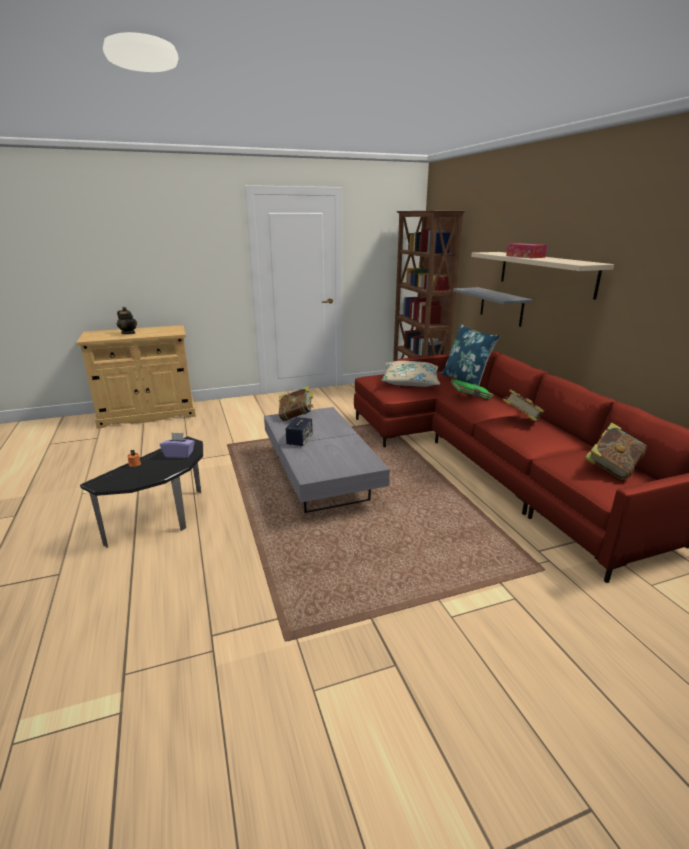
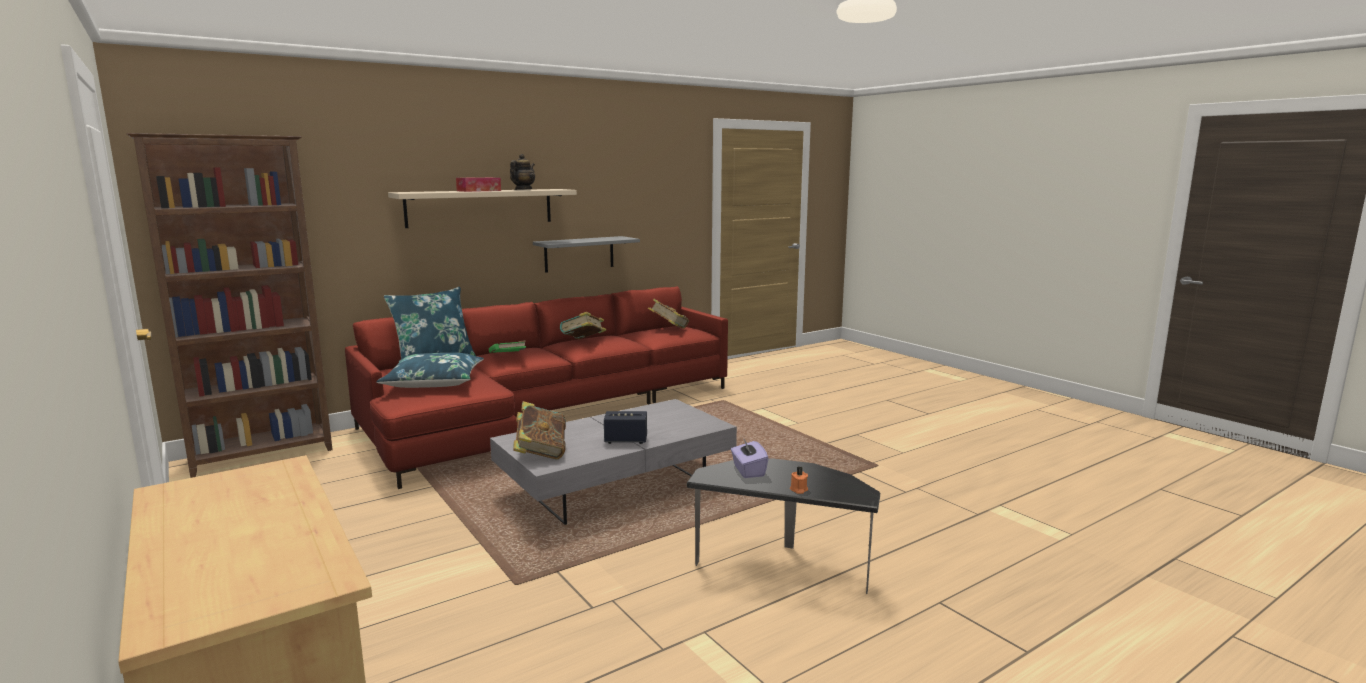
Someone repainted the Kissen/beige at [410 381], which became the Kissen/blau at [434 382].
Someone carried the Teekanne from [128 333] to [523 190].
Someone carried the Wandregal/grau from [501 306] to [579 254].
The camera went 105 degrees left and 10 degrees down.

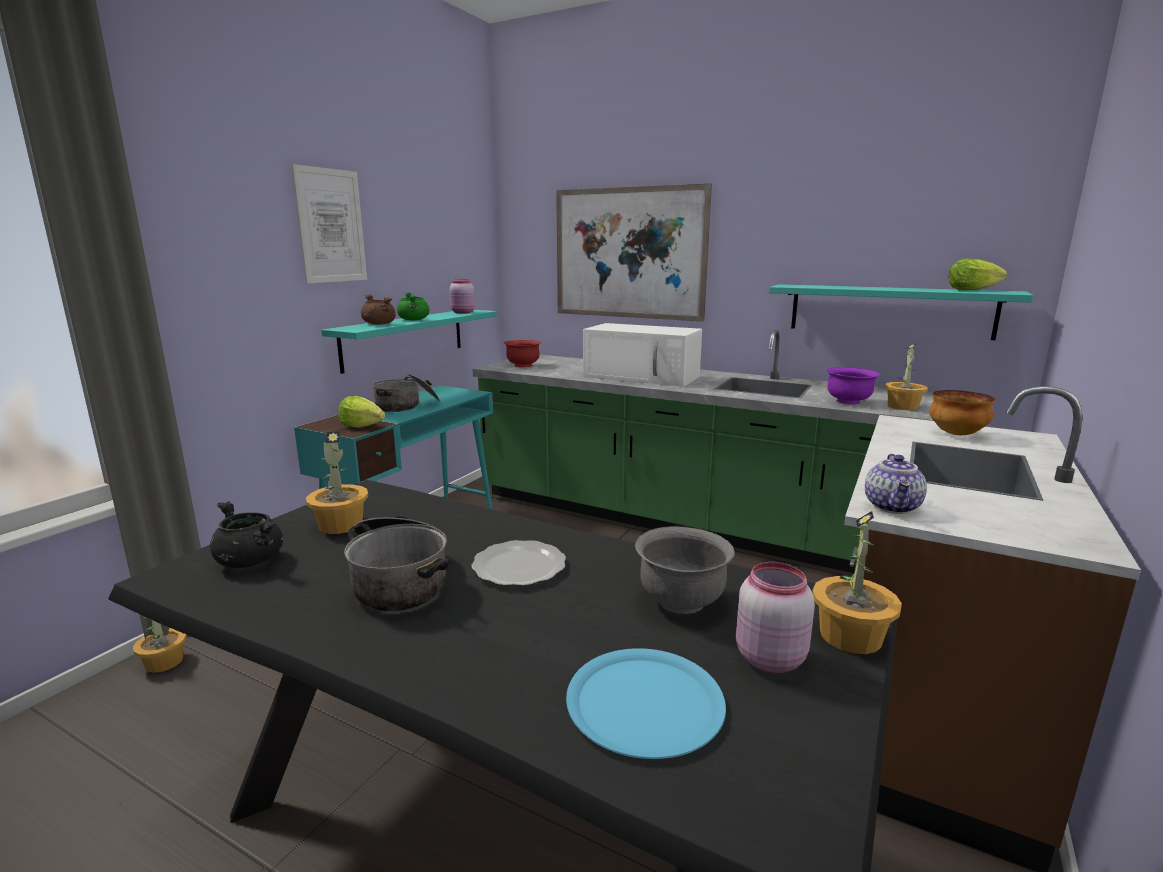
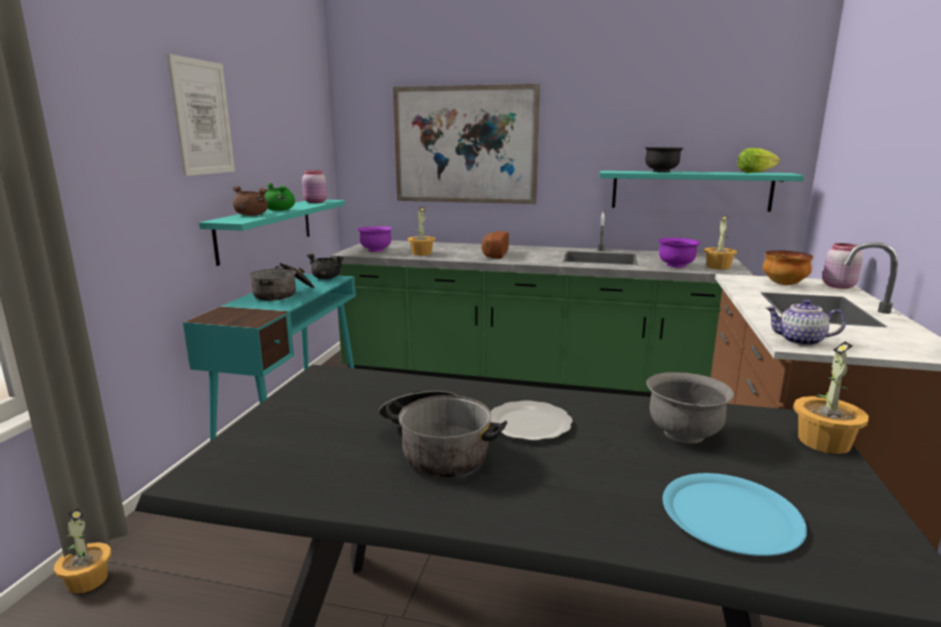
Someone carried the Kochtopf/schwarz from [249 561] to [326 278].
Someone repainted the Schüssel/rot at [523 365], which became the Schüssel/lila at [376 250].
Someone carried the Topfpflanze from [341 524] to [421 253].
Someone swapped the Mikrowelle/weiß at [643 376] for the Brot at [493 254].
Someone put down the Schüssel/schwarz at [661 172].
Someone rotated the Teekanne at [893 507] by 105 degrees clockwise.
Someone carried the Vorratsglas/rosa from [768 657] to [837 286].
Someone took away the Salatkopf at [362 426].
The camera went 15 degrees left and 0 degrees up.

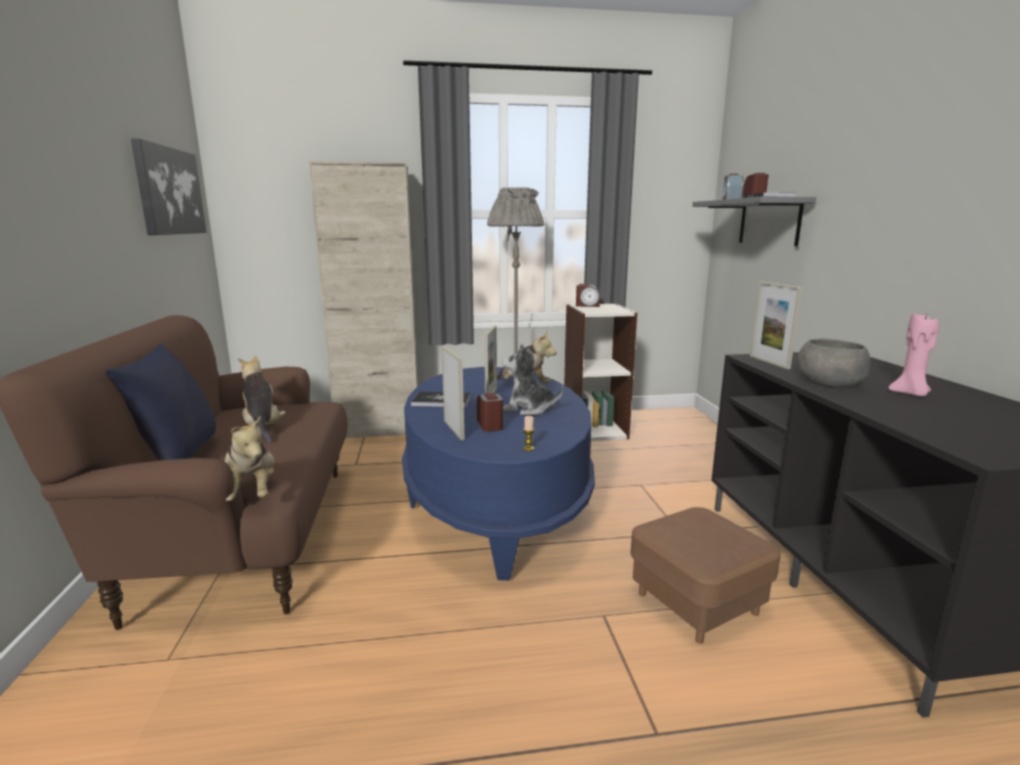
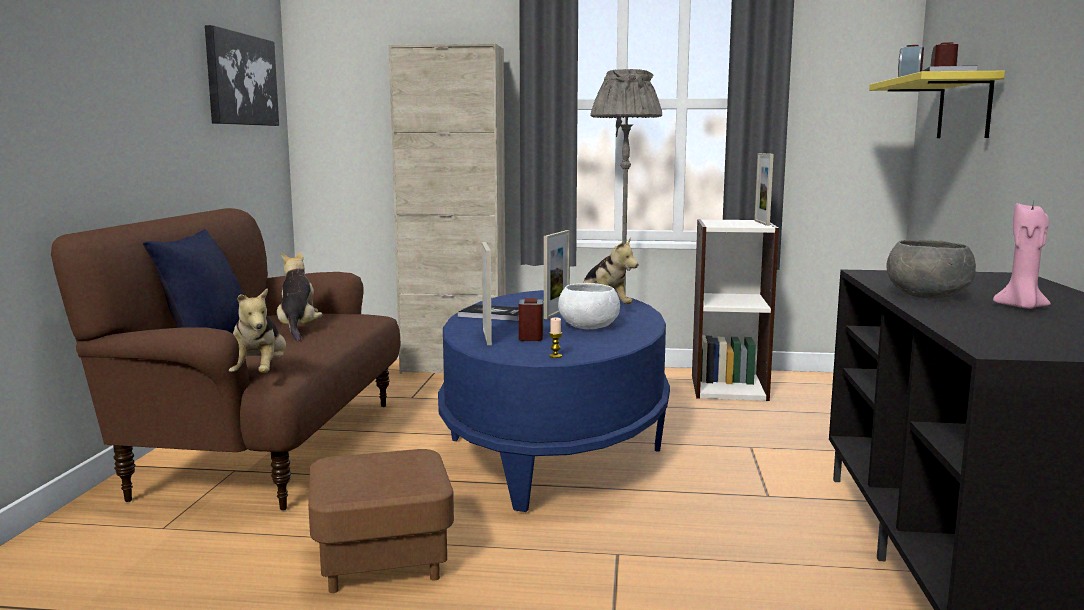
Someone carried the Polsterhocker/braun from [697 602] to [382 560].
Someone swapped the Plüschtier at [528 409] for the Schüssel/weiß at [589 326].
Someone carried the Bilderrahmen from [768 362] to [761 223].
Someone repainted the Wandregal/grau at [769 222], which became the Wandregal/gelb at [964 108].
Someone took away the Wecker at [587 305].
The camera went 15 degrees right and 5 degrees down.

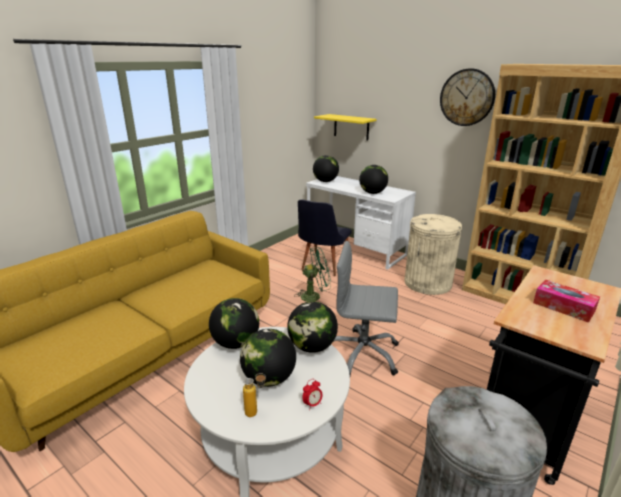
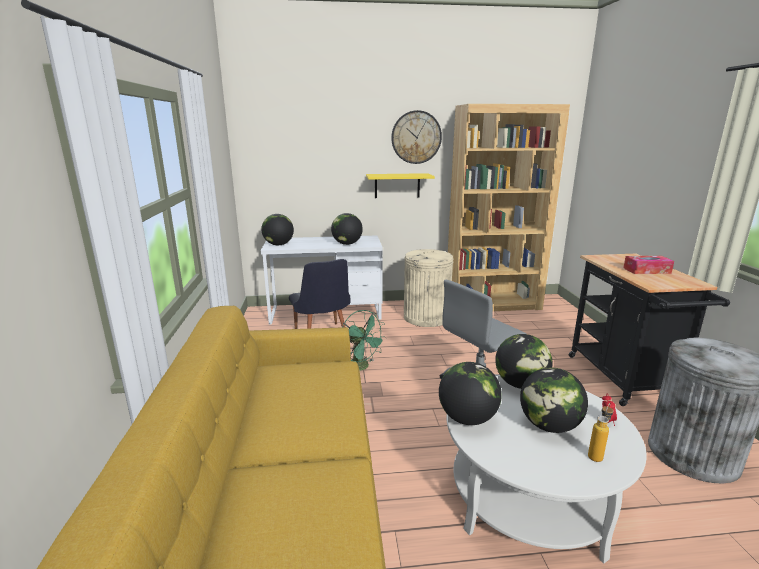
Someone rotated the Ventilator/grün at [314 296] by 105 degrees clockwise.
Someone carried the Wandregal/gelb from [351 127] to [397 185].
The camera went 45 degrees left and 5 degrees down.

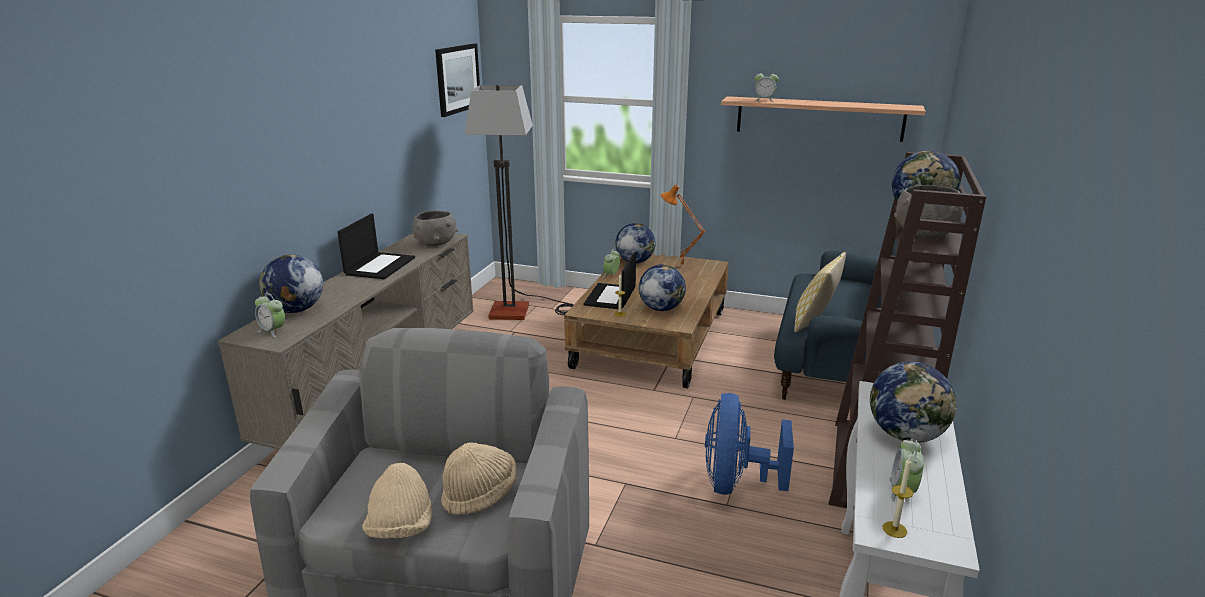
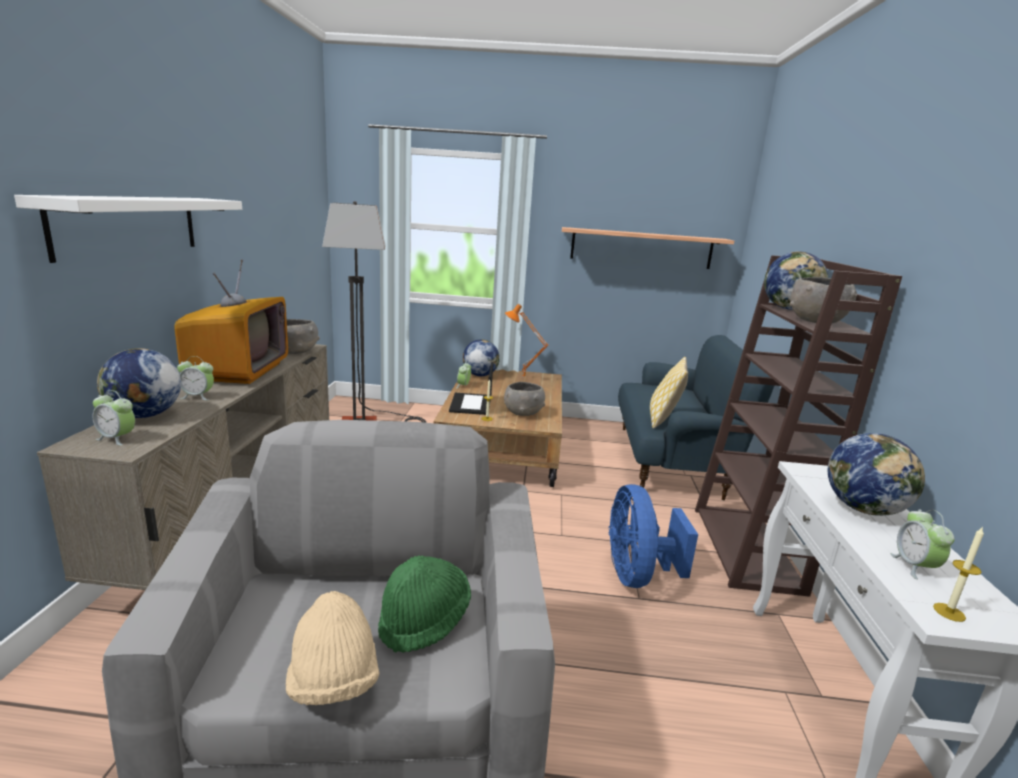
Someone put up the Wandregal/weiß at [129 225].
Someone swapped the Laptop at [380 266] for the Fernseher at [239 371].
Someone carried the Wecker from [764 100] to [198 396].
Someone repainted the Hut/beige at [480 494], which became the Hut/grün at [424 621].
Someone swapped the Globus at [661 308] for the Schüssel/grau at [523 413].
Someone took away the Bild at [457 79].
The camera went 15 degrees left and 5 degrees down.

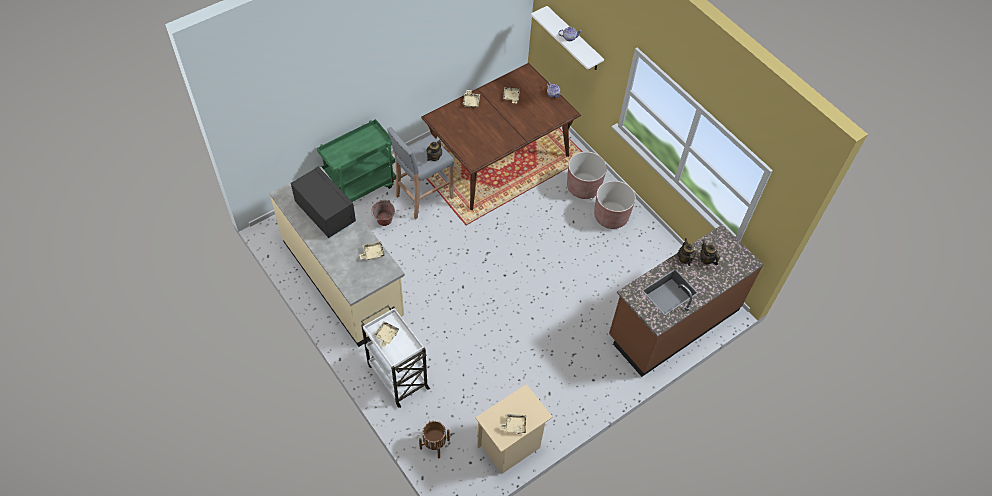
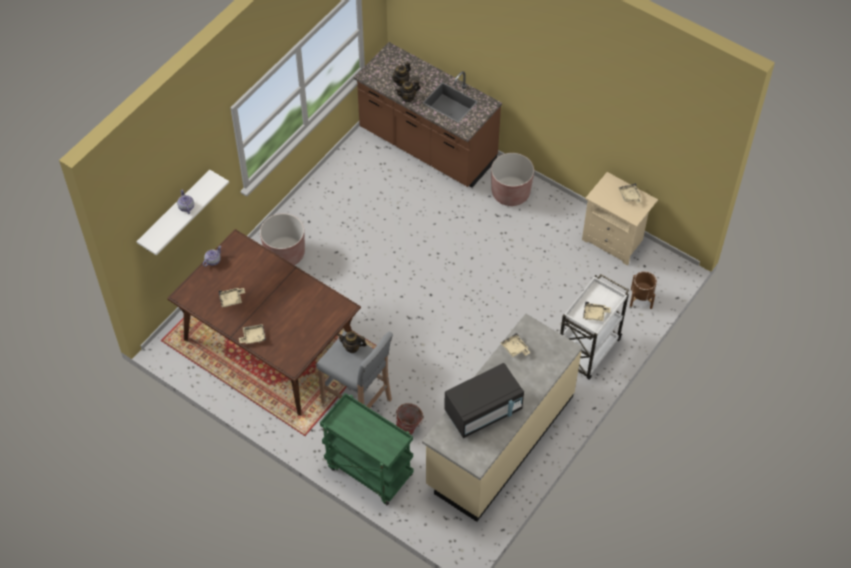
Someone rotated the Mikrowelle/schwarz at [325 212] by 150 degrees counterclockwise.
Someone carried the Pflanzkübel/braun from [611 216] to [510 193].
The camera went 105 degrees left and 0 degrees up.

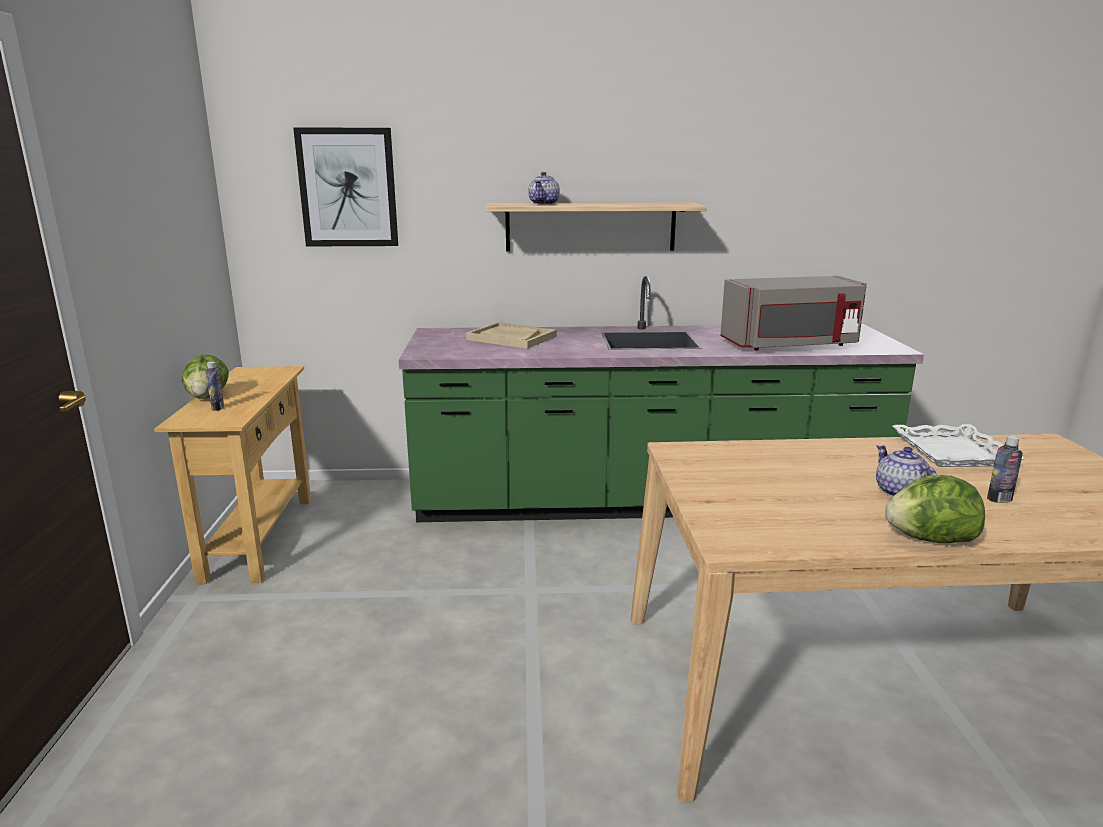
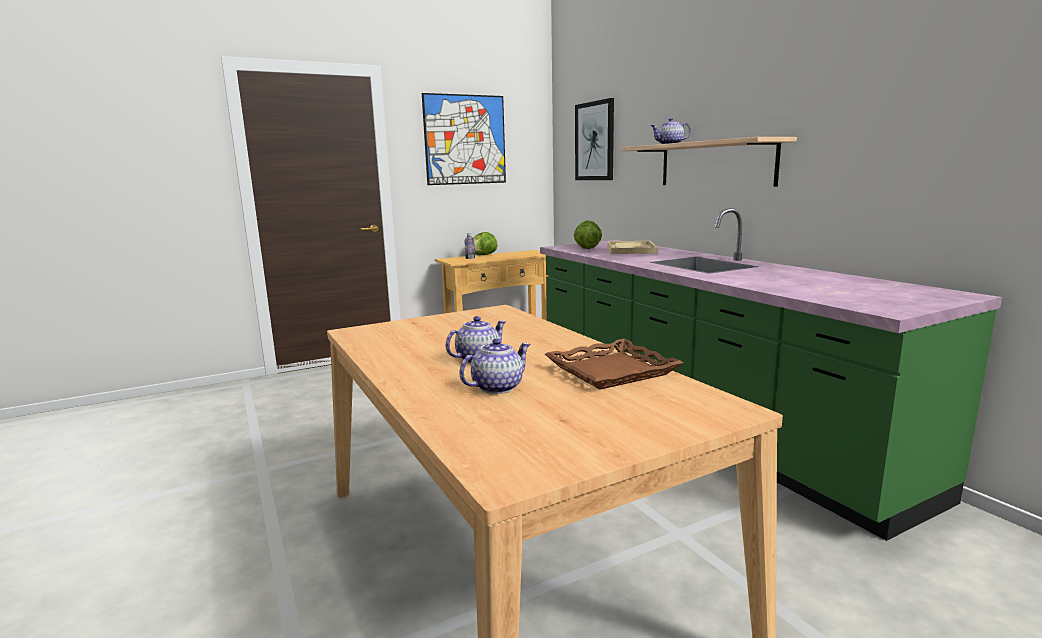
Someone put up the Bild at [465 140].
Someone swapped the Flasche at [999 499] for the Teekanne at [497 387].
Someone repainted the Tablett/weiß at [953 452], which became the Tablett/braun at [612 371].
Someone carried the Salatkopf from [929 539] to [586 248].
Someone took away the Mikrowelle/grau at [791 345].
The camera went 65 degrees right and 5 degrees down.

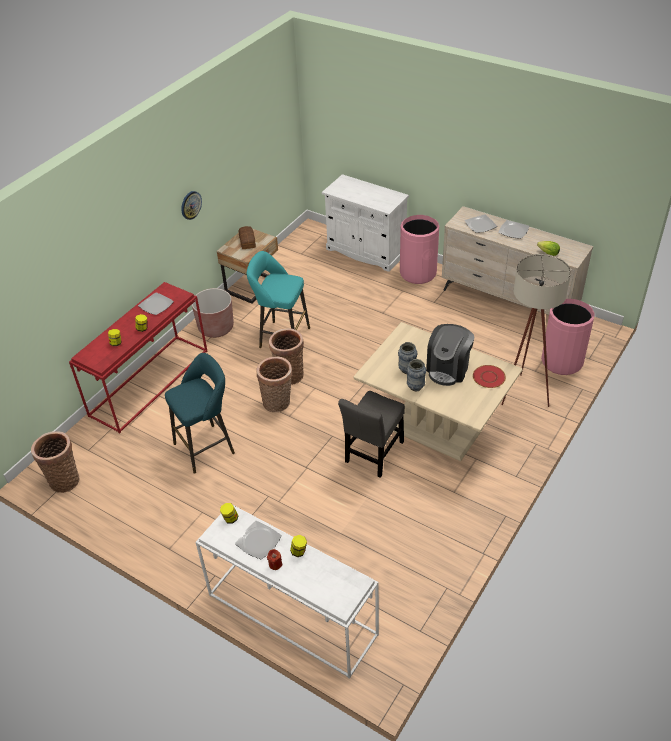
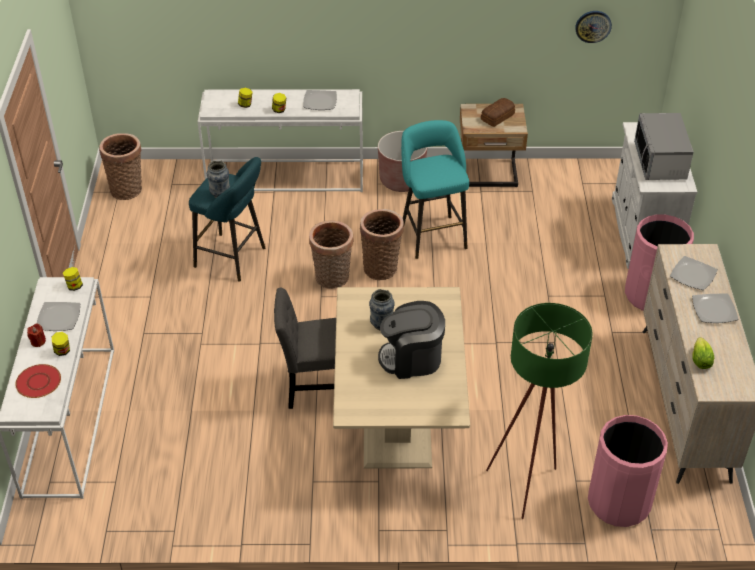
Someone carried the Teller/rot from [489 377] to [38 382].
Someone repainted the Konsolentisch/rot at [149 382], which became the Konsolentisch/weiß at [287 176].
Someone carried the Vase from [415 387] to [220 194].
Someone repainted the Stehlampe/beige at [523 391], which became the Stehlampe/grün at [529 482].
Someone carried the Wanduhr from [190 205] to [593 26].
Someone put down the Mikrowelle at [660 162].
The camera went 55 degrees right and 0 degrees up.

